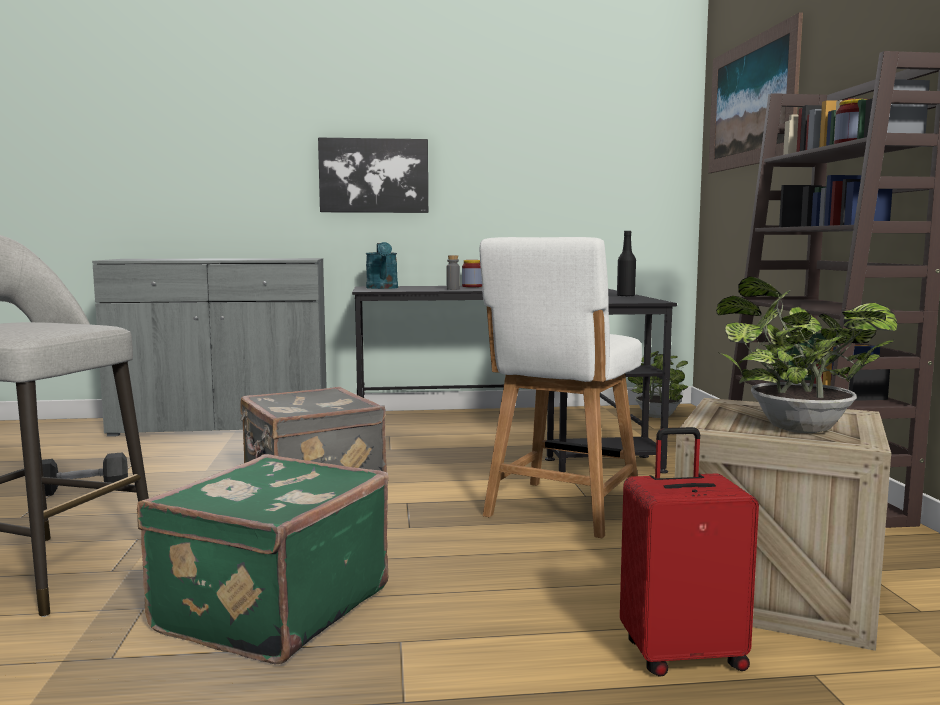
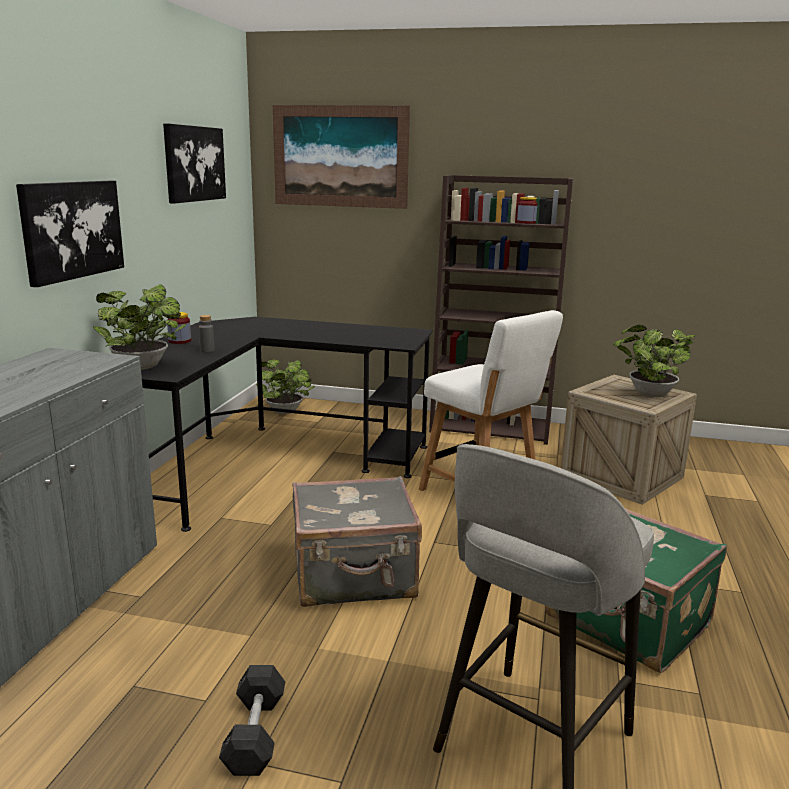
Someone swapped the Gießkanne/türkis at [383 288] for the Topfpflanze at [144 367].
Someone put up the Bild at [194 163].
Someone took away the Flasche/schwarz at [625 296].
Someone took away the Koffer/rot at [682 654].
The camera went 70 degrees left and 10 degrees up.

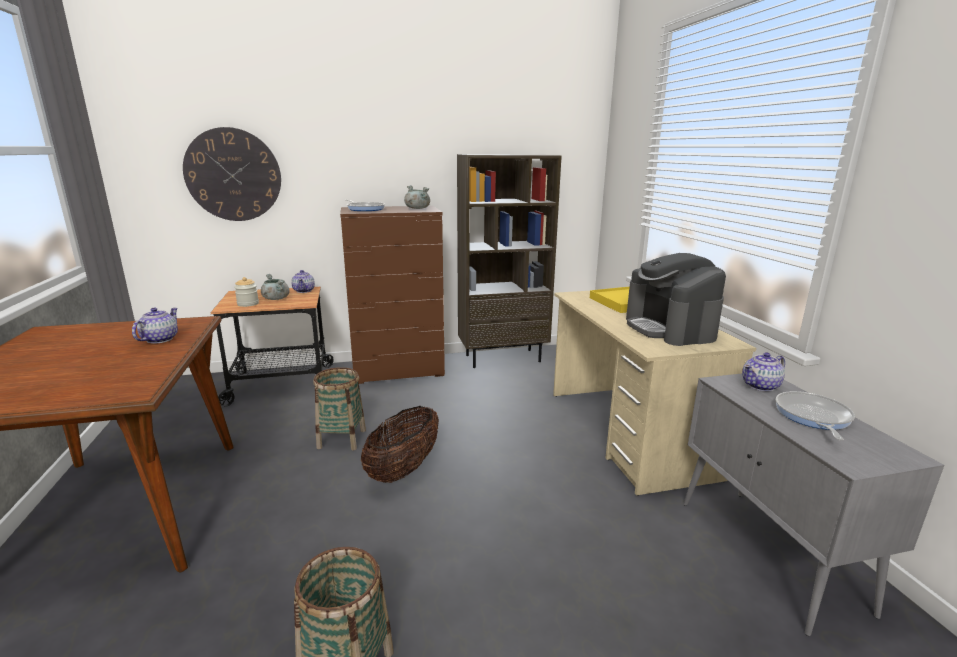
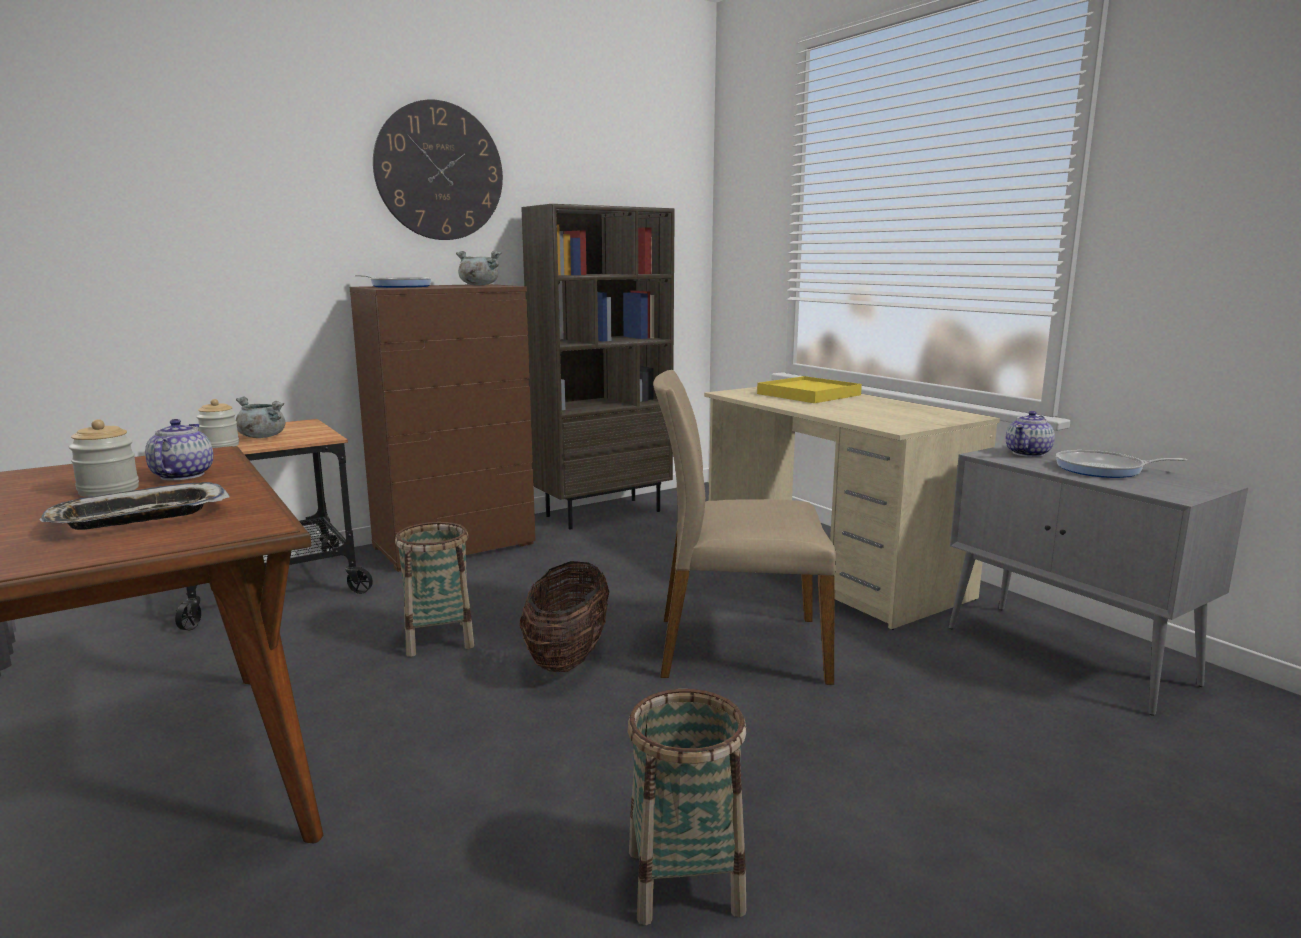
Someone put down the Tablett at [139 518].
Someone put down the Vorratsglas at [109 490].
Someone carried the Wanduhr from [233 175] to [439 171].
Someone put down the Stuhl/beige at [738 647].
Someone rotated the Pfanne at [812 417] by 75 degrees counterclockwise.
Someone took away the Teekanne at [304 291].
Someone took away the Kaffeemaschine at [669 328].
The camera went 20 degrees left and 5 degrees down.

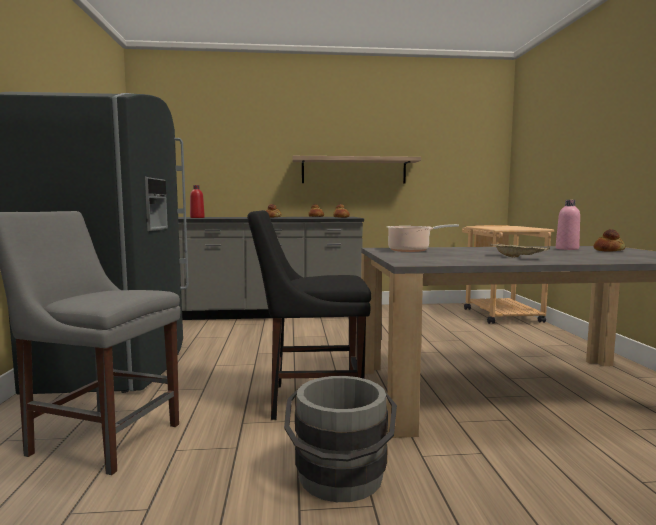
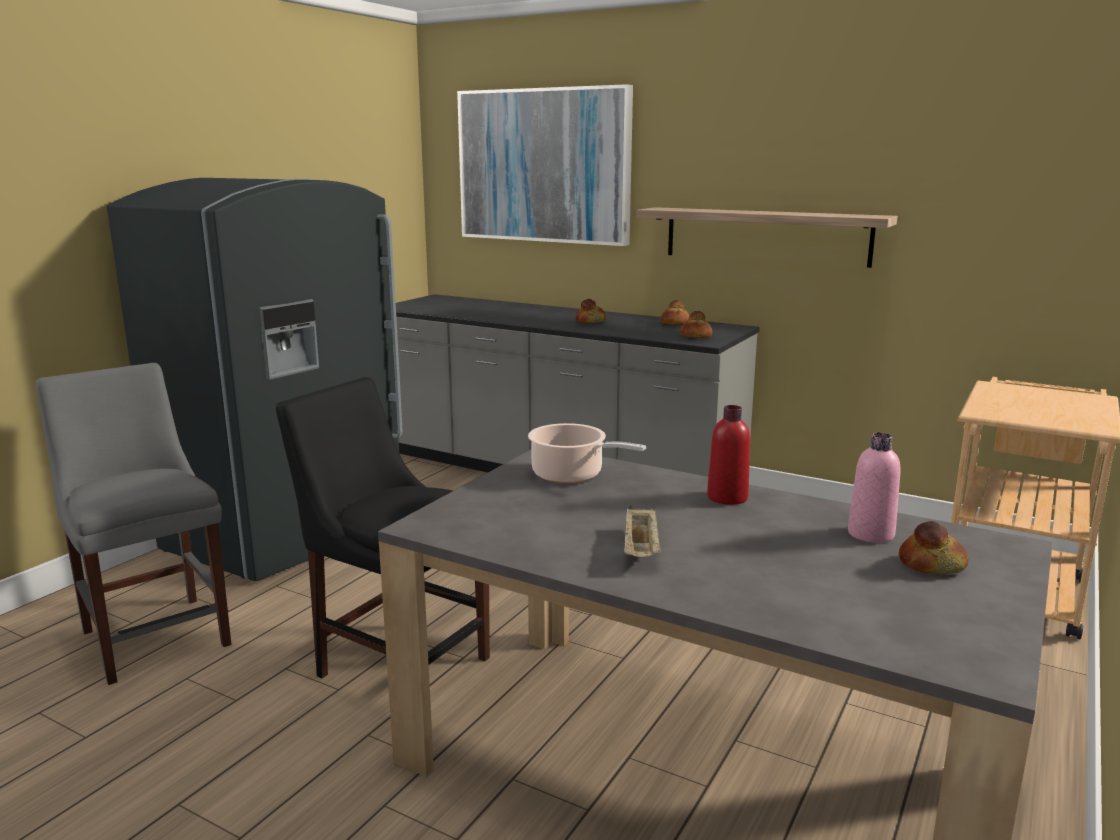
Someone put up the Bild at [544 166].
Someone carried the Flasche/rot from [197 217] to [727 497].
Someone took away the Eimer/grau at [340 481].
The camera went 35 degrees right and 10 degrees up.

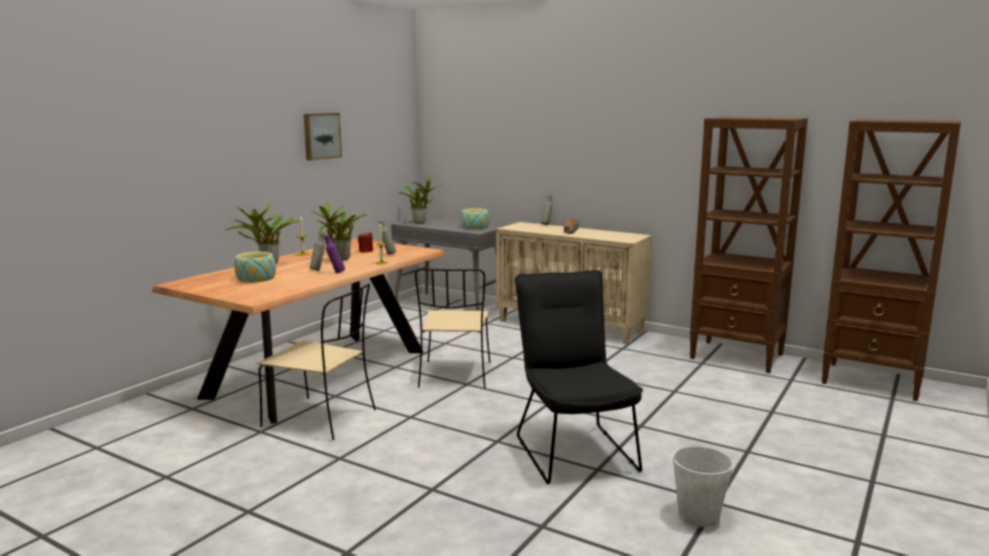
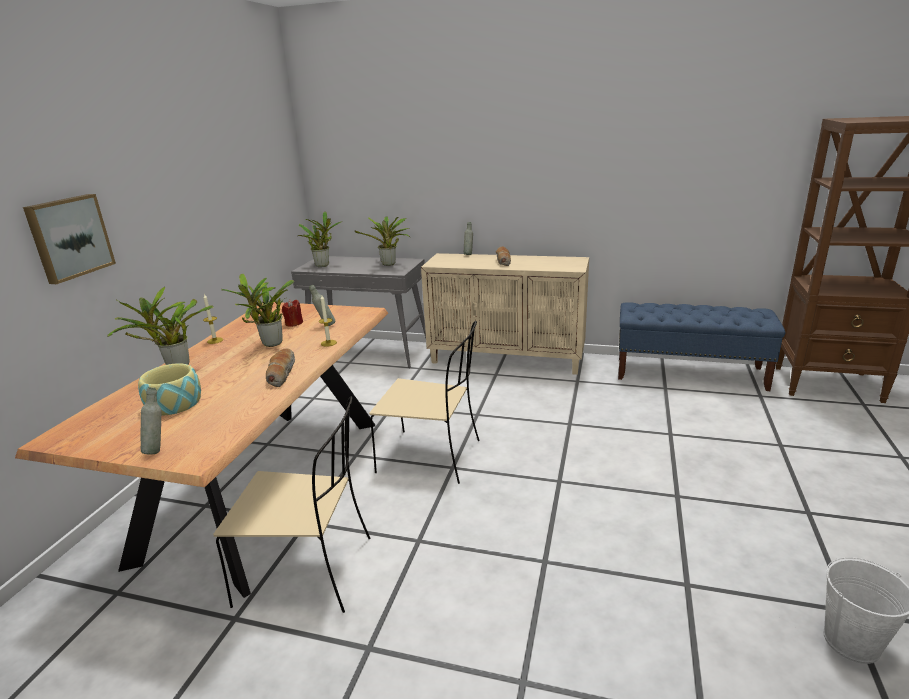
Someone carried the Bild from [321 136] to [69 237].
Someone carried the Flasche/grau from [318 270] to [158 449].
Someone swapped the Flasche/lila at [335 273] for the Brot at [281 373].
Someone swapped the Schüssel at [475 227] for the Topfpflanze at [389 264].
Someone rotated the Stuhl/beige at [455 376] by 60 degrees counterclockwise.
Someone swapped the Bücherregal/braun at [737 357] for the Bank/blau at [690 373].
Someone took away the Stuhl/schwarz at [572 449].
The camera went 15 degrees left and 10 degrees up.

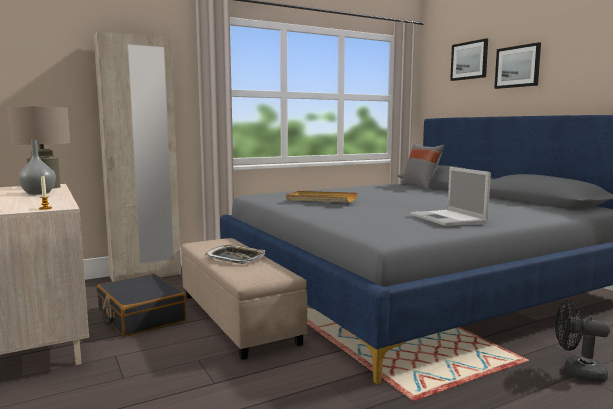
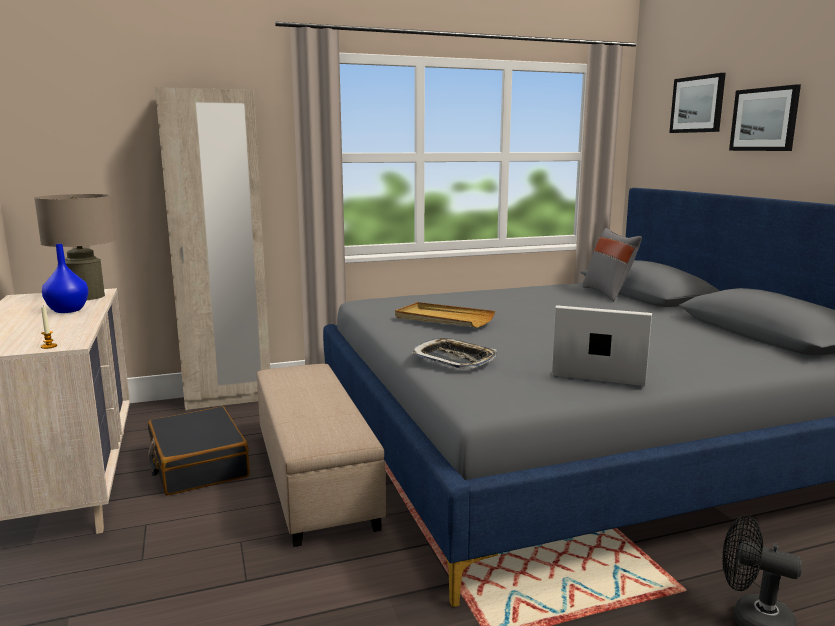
Someone repainted the Vase/grau at [39 193], which became the Vase/blau at [68 310].
Someone carried the Tablett from [236 258] to [454 359].
Someone rotated the Laptop at [448 219] by 120 degrees clockwise.
The camera went 10 degrees right and 5 degrees up.

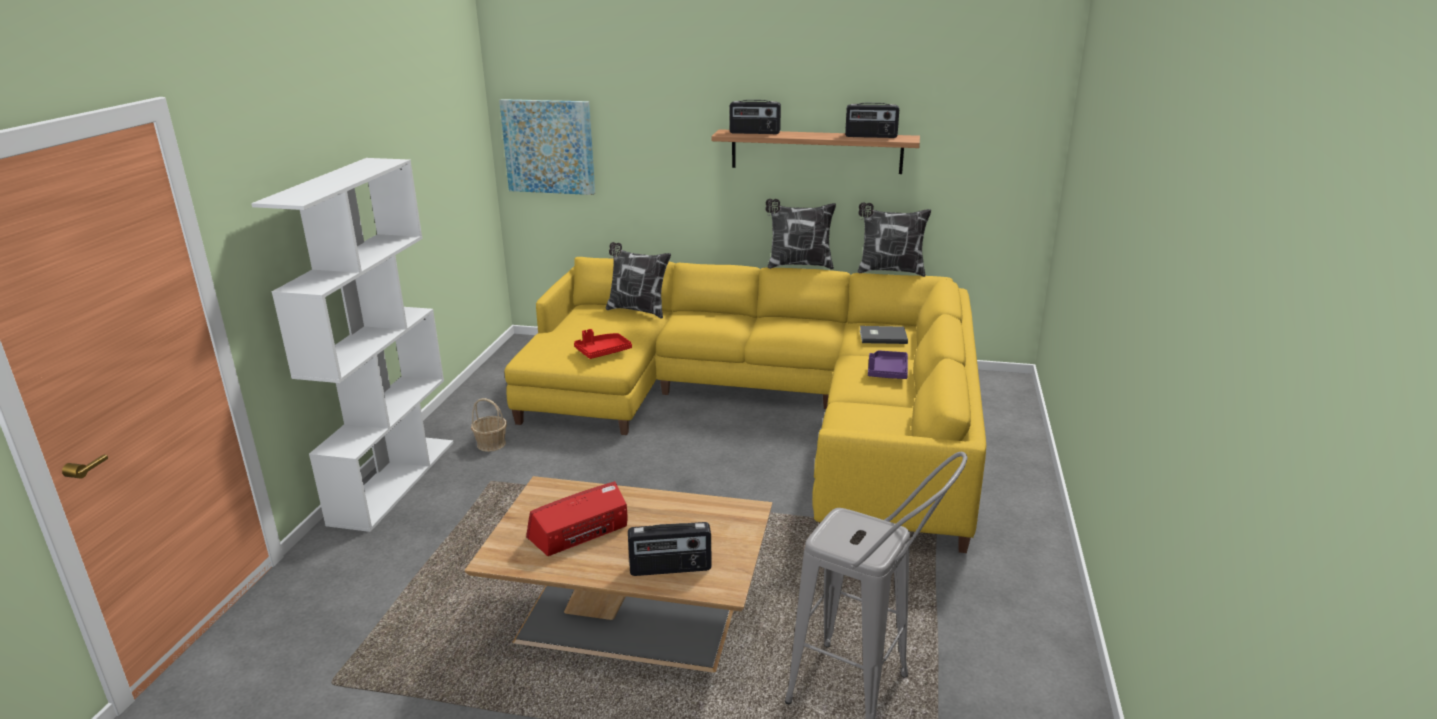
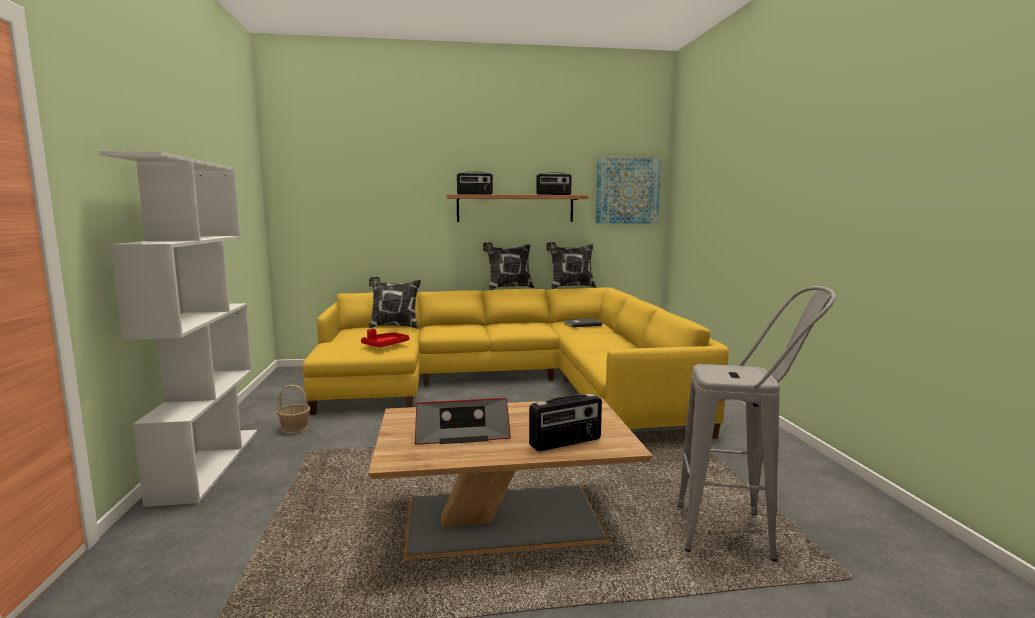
Someone rotated the Radio at [580 532] by 135 degrees counterclockwise.
Someone carried the Bild from [549 146] to [627 190].
Someone took away the Tablett/lila at [887 371].
The camera went 20 degrees left and 15 degrees down.

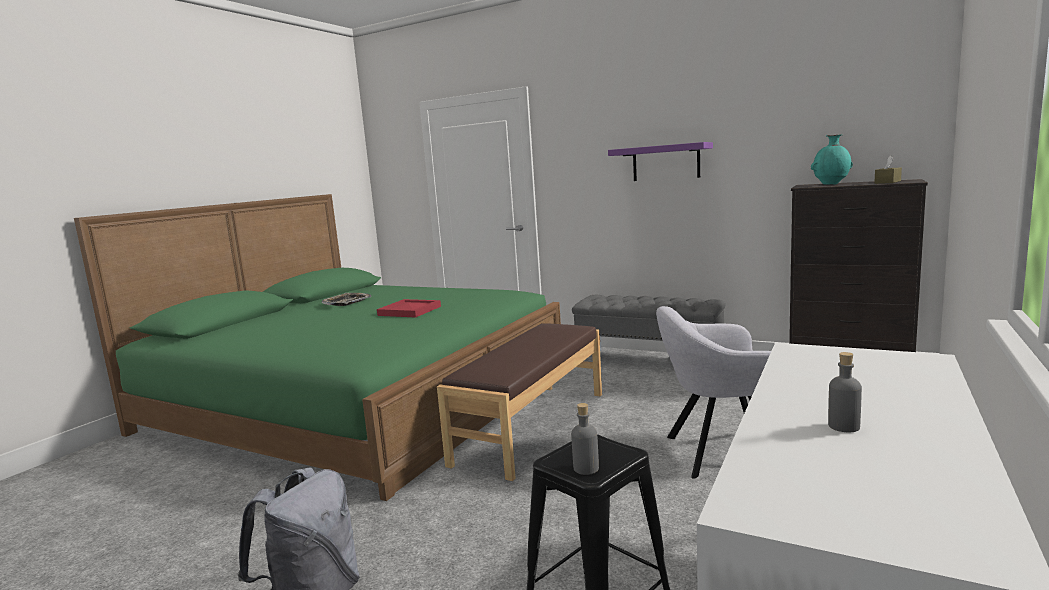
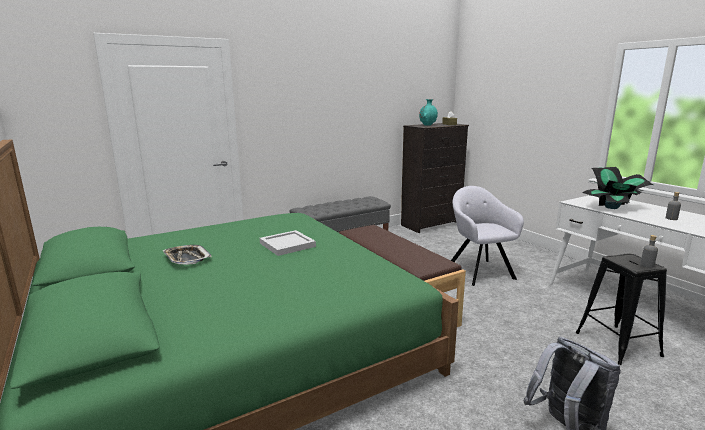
Someone repainted the Tablett/rot at [410 311], which became the Tablett/weiß at [288 245].
Someone rotated the Sessel/grau at [719 452] by 135 degrees clockwise.
Someone put down the Topfpflanze at [612 207].
Someone took away the Wandregal/lila at [666 162].
The camera went 60 degrees left and 5 degrees up.

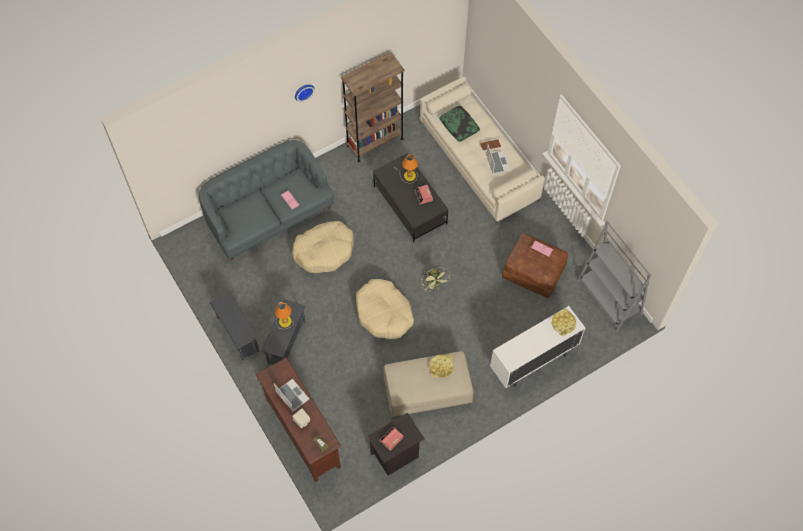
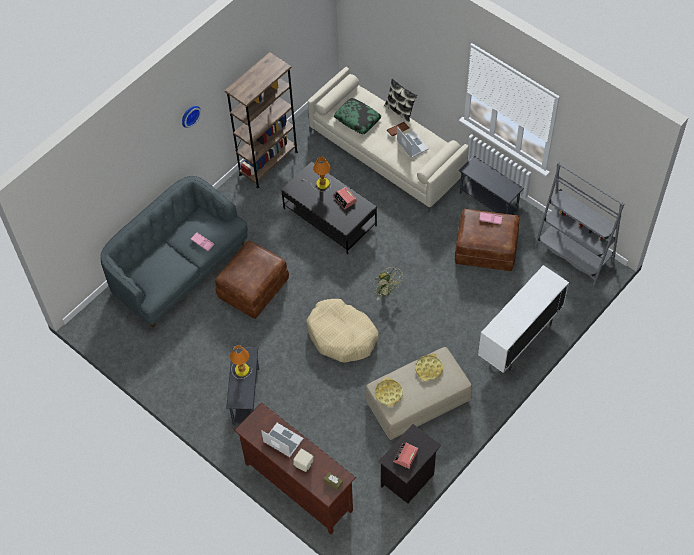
Someone swapped the Hundebett/beige at [324 251] for the Polsterhocker/braun at [253 289].
Someone carried the Tablett/gelb from [563 323] to [388 393].
Someone put down the Kissen at [400 110].
Someone carried the Beistelltisch/grau from [238 334] to [488 201].
The camera went 15 degrees left and 5 degrees down.

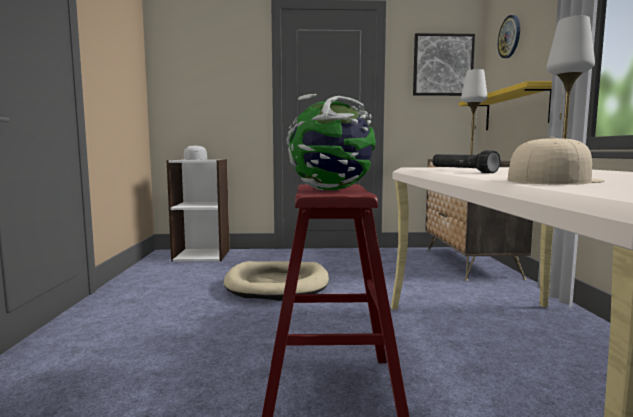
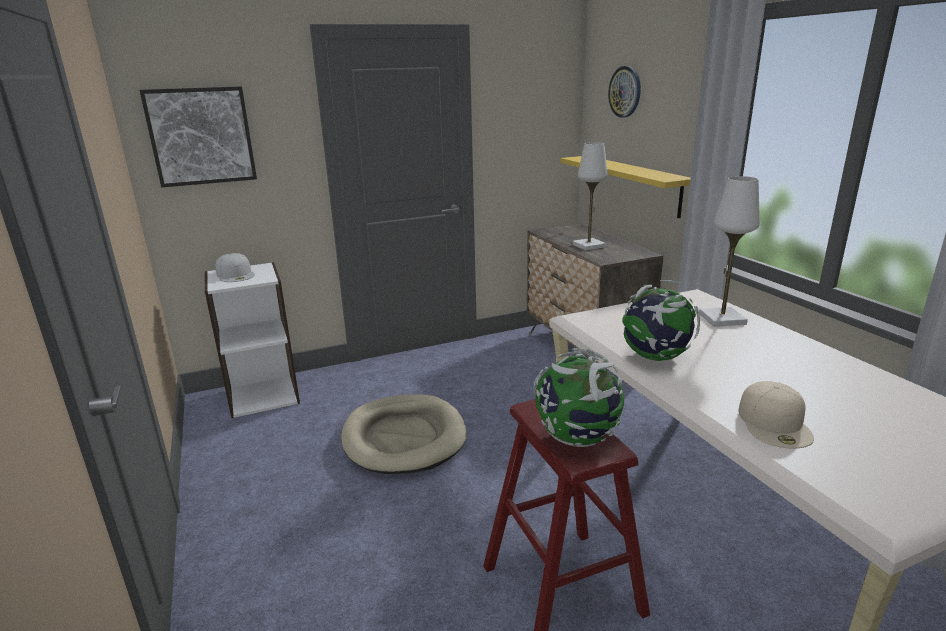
Someone carried the Bild from [442 65] to [201 136].
Someone swapped the Taschenlampe/schwarz at [462 171] for the Globus at [655 357].
Someone rotated the Kappe/beige at [553 181] by 150 degrees clockwise.
The camera went 20 degrees left and 15 degrees up.

